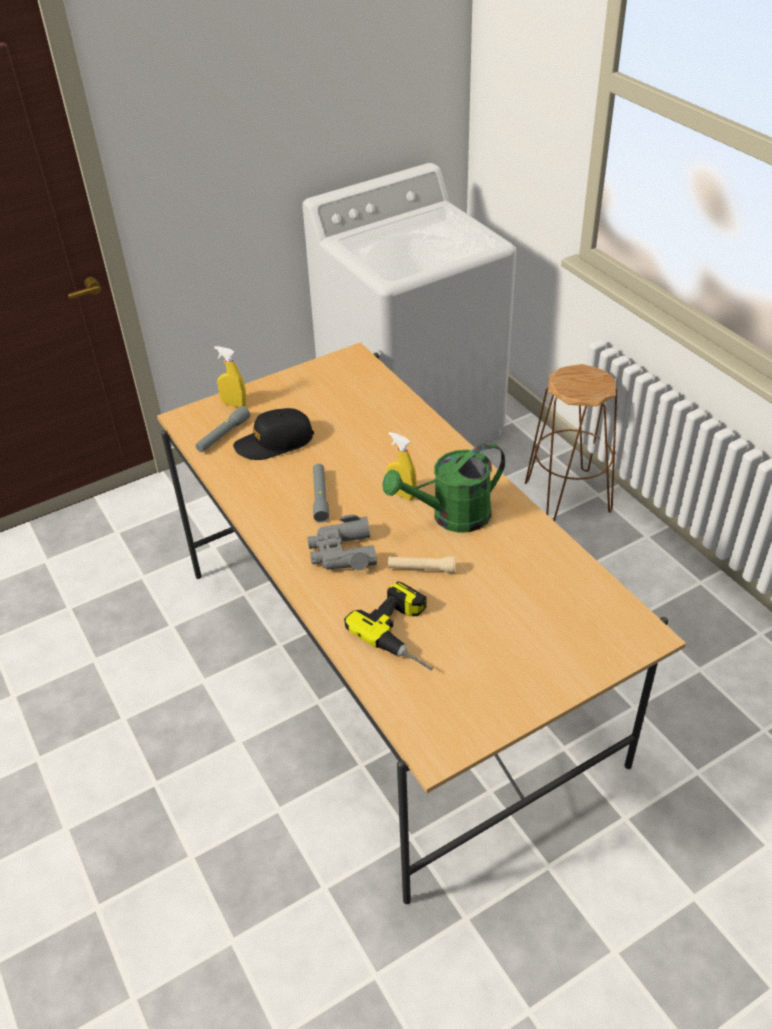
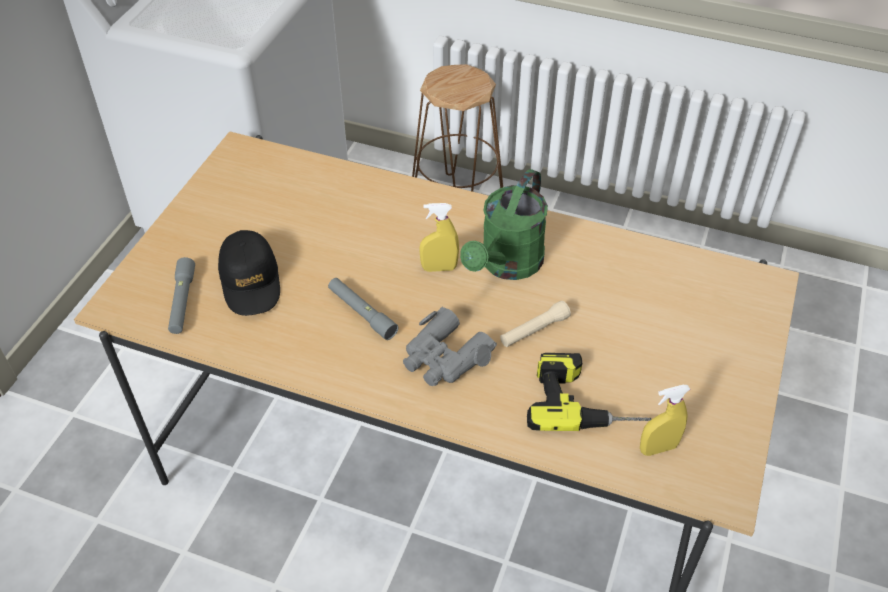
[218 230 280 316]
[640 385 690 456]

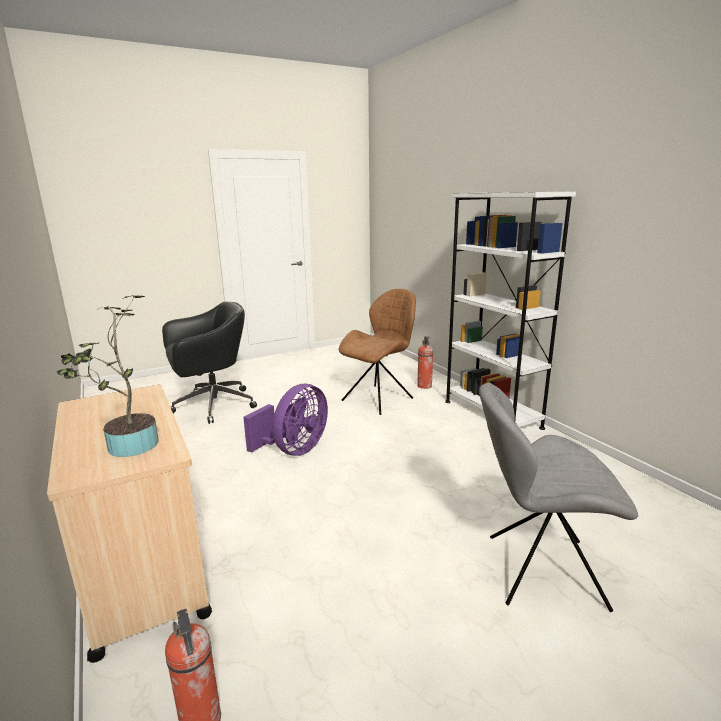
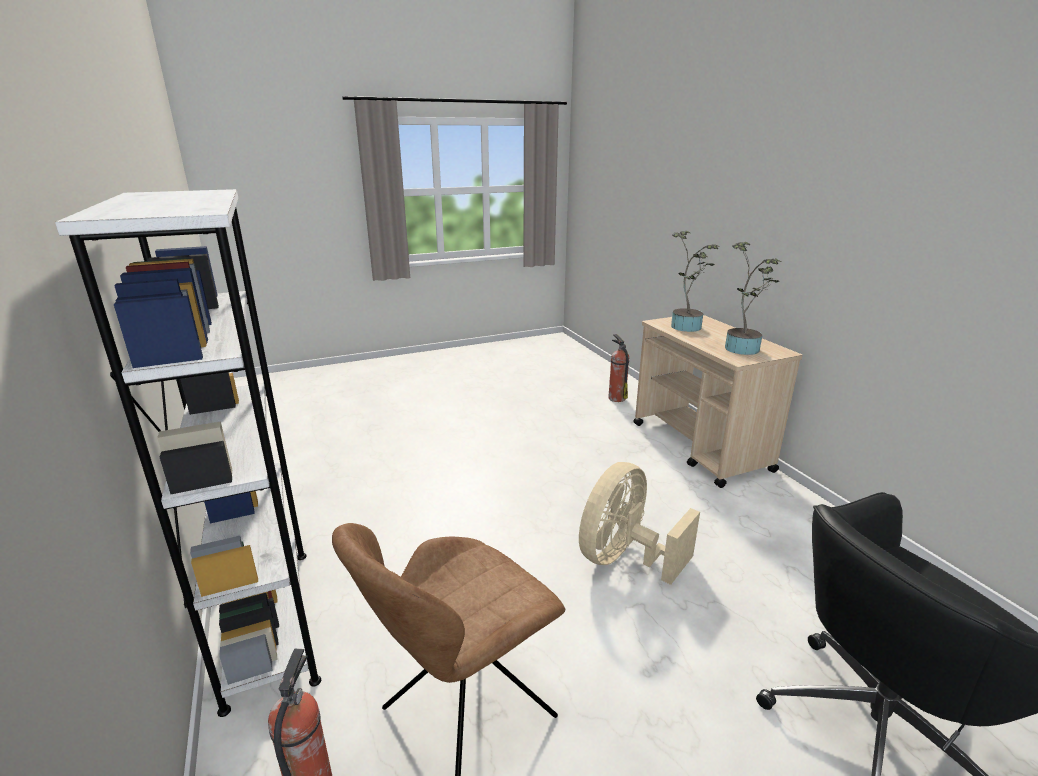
[579 462 700 585]
[725 242 781 355]
[479 383 638 612] (first image)

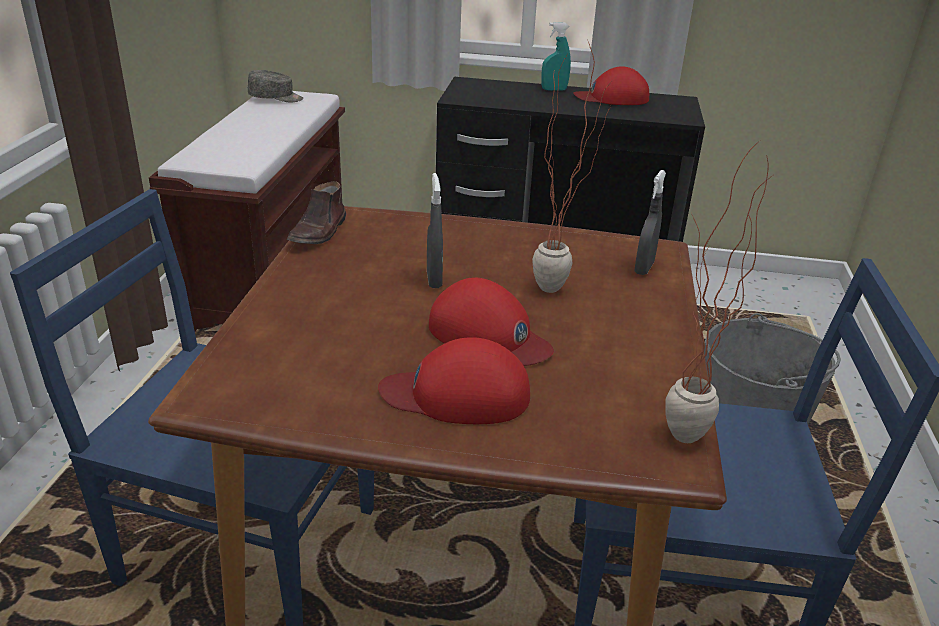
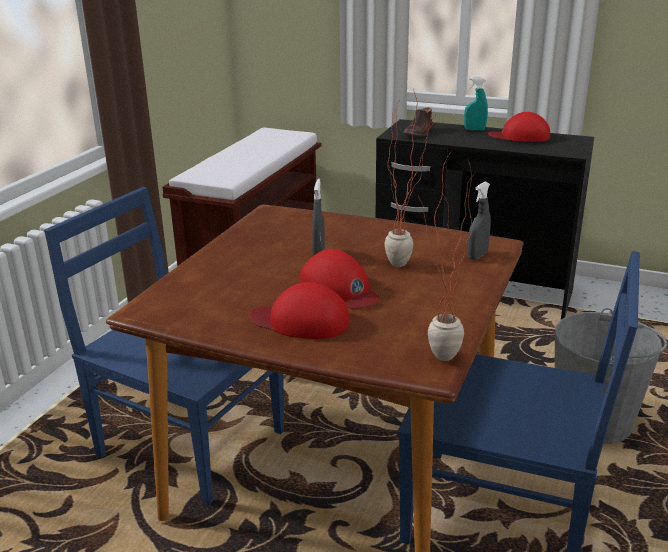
[403 107 433 136]
[248 70 303 102] (first image)

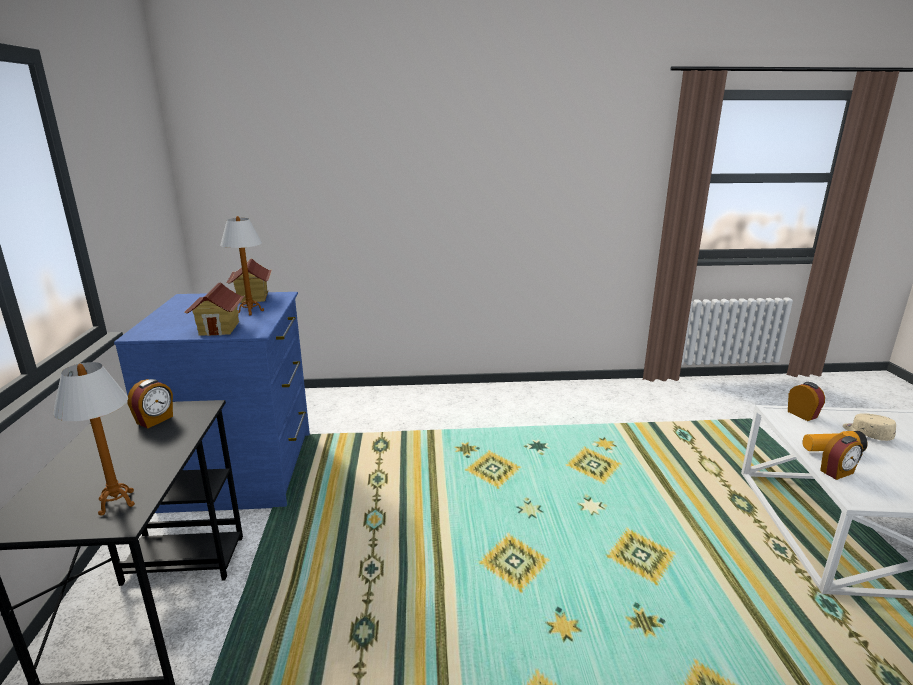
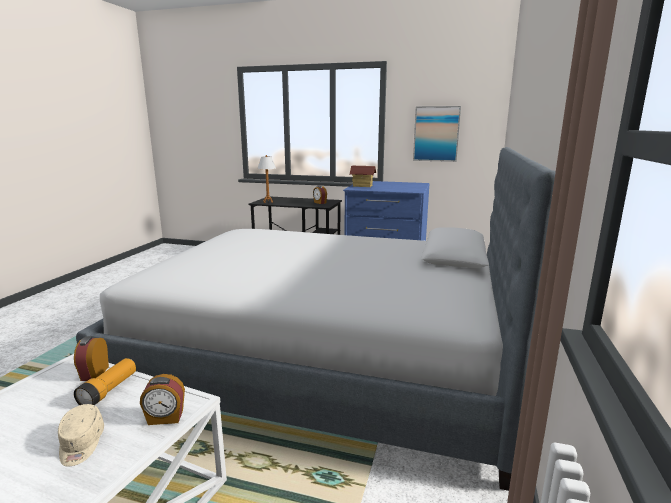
[58 404 104 467]
[76 147 556 491]
[413 106 461 162]
[220 216 264 316] (first image)
[227 259 272 303] (first image)

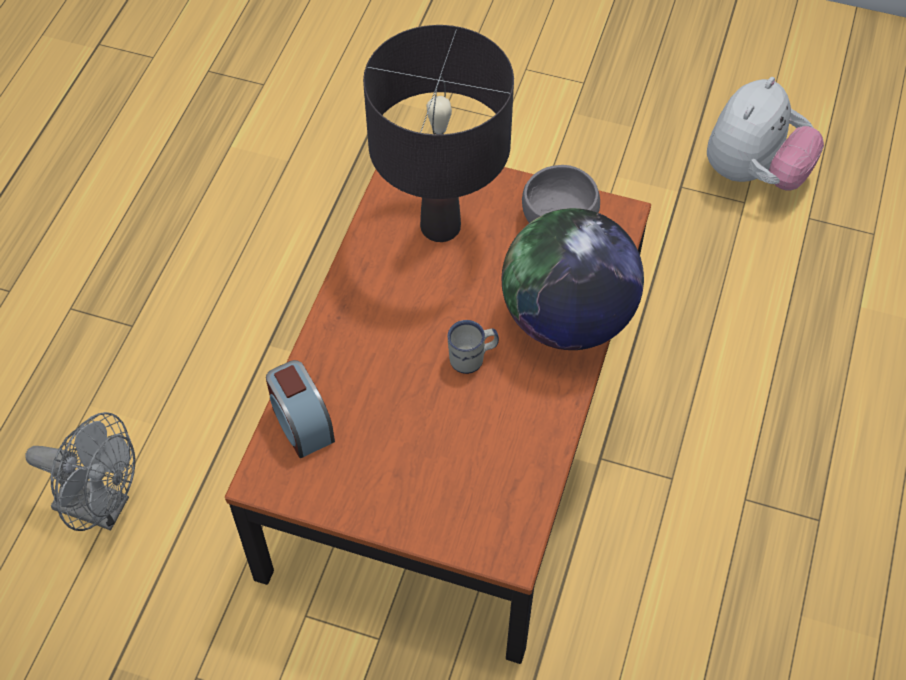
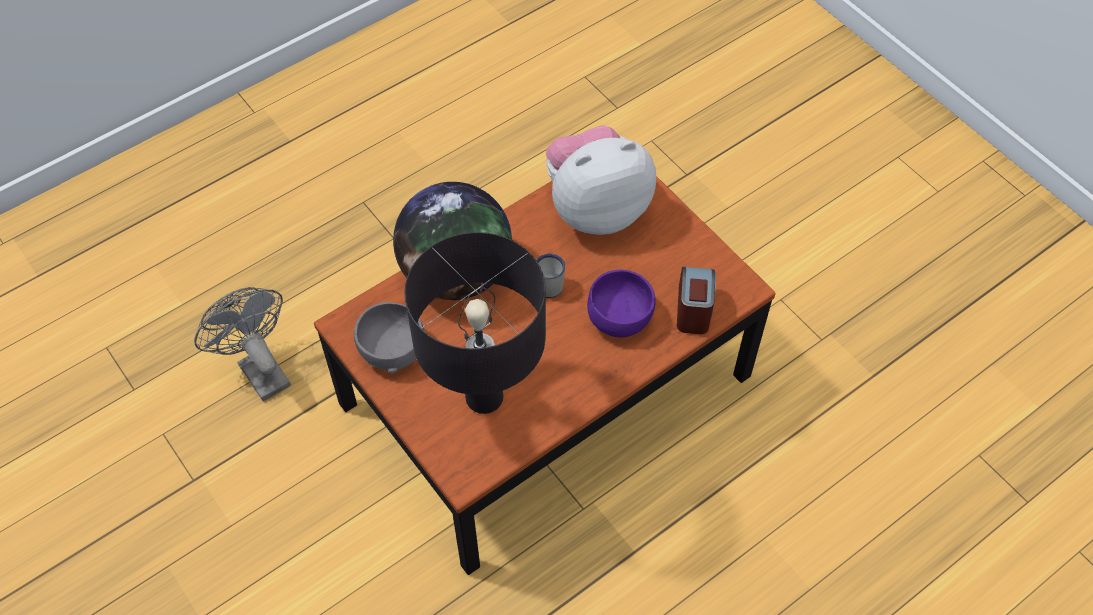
[194 287 291 401]
[546 125 656 235]
[587 270 656 337]

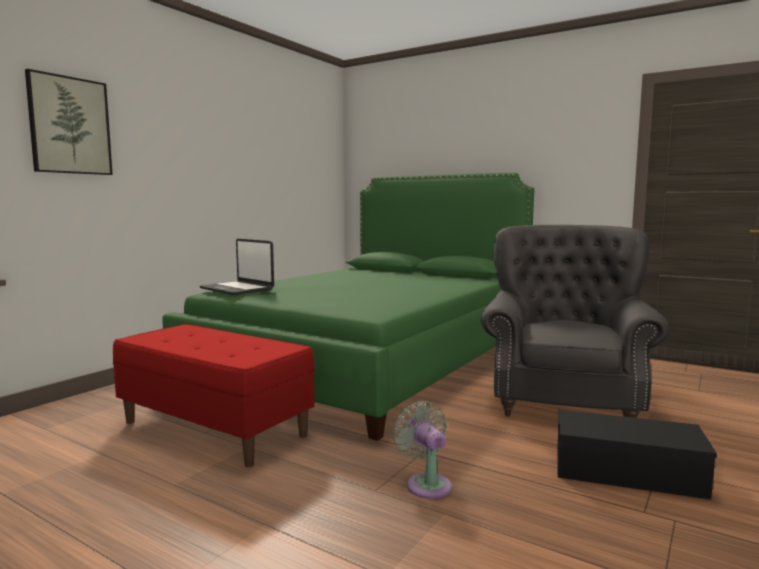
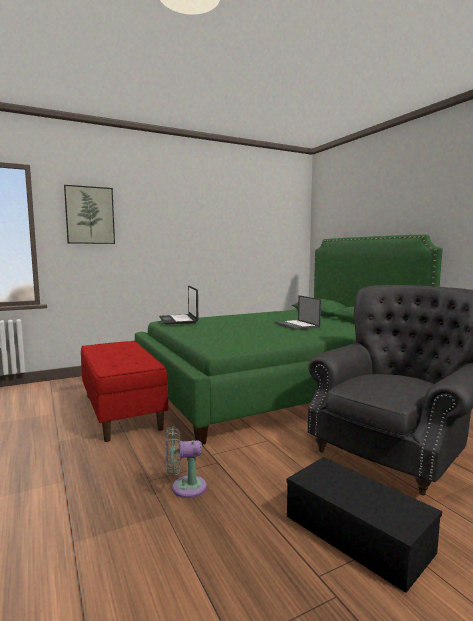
[166 426 207 498]
[274 295 321 330]

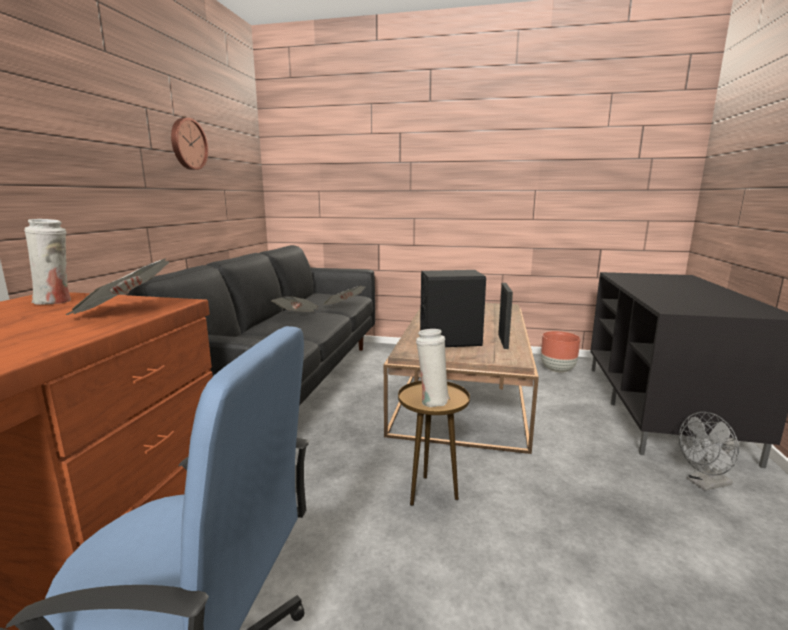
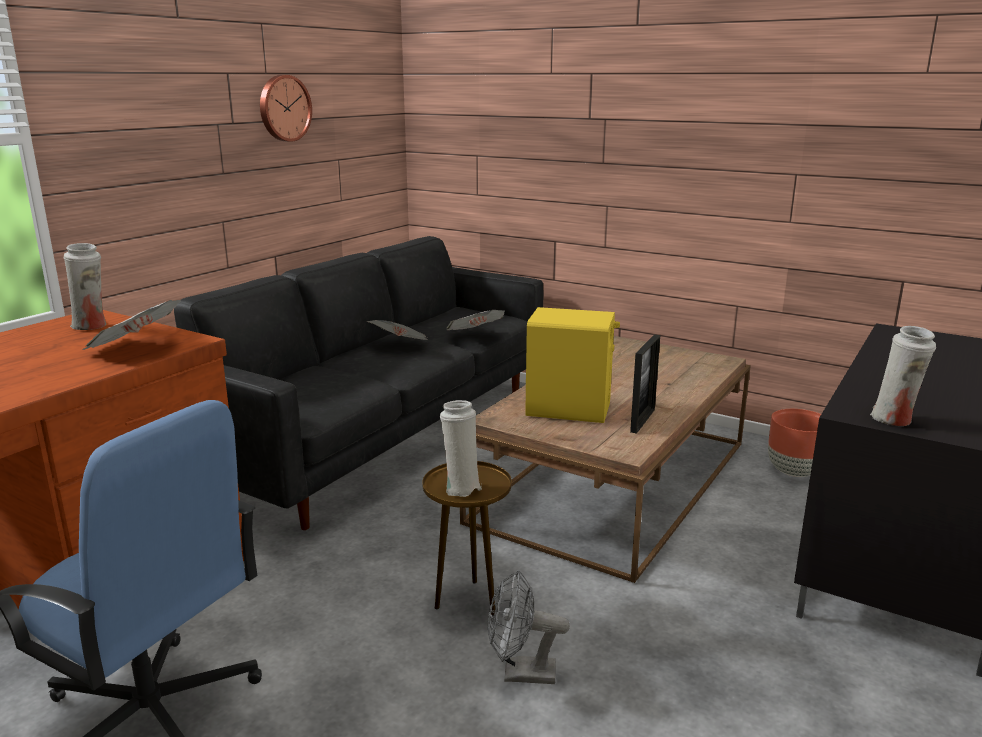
[488 570 570 684]
[525 307 620 423]
[870 326 936 426]

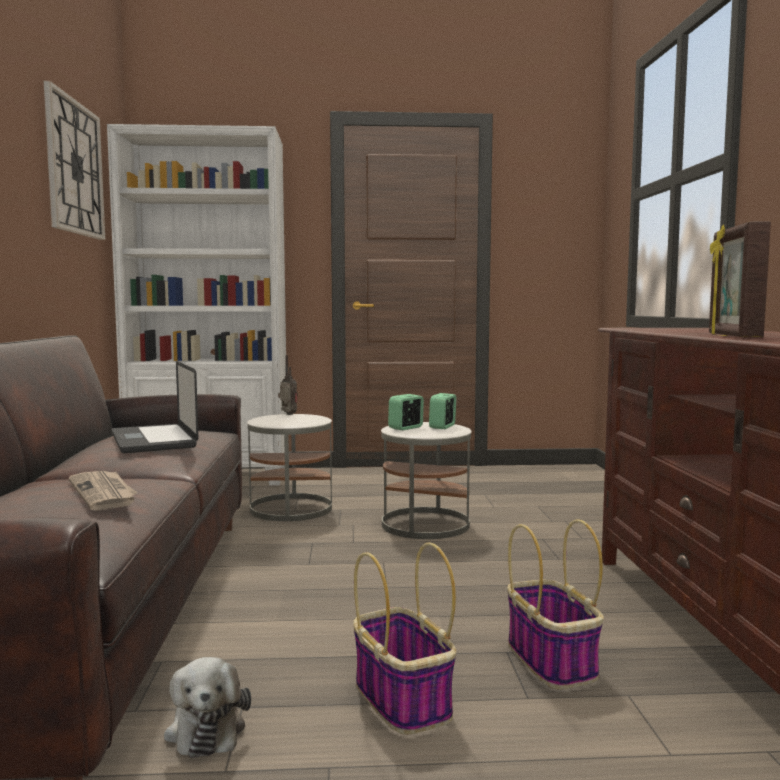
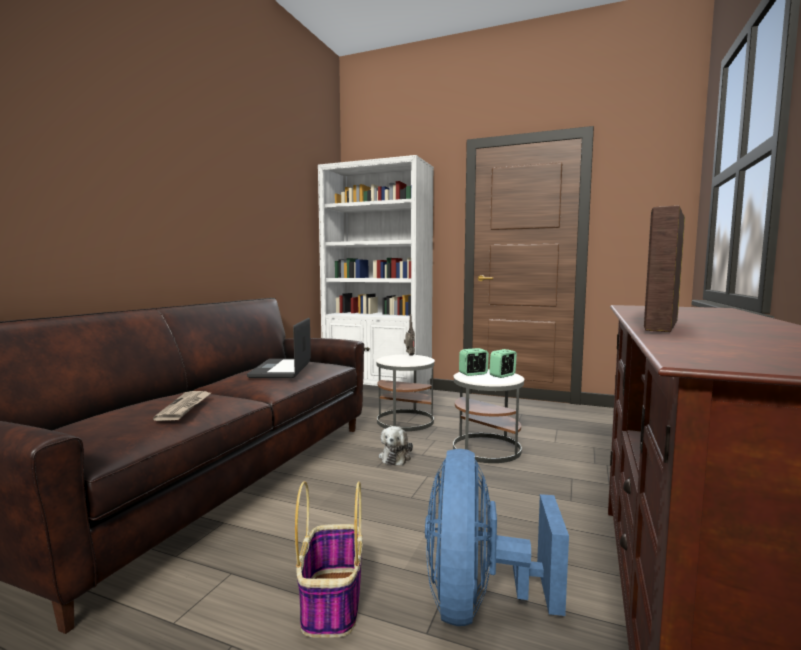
[379 426 413 465]
[425 449 569 626]
[44 81 105 240] (first image)

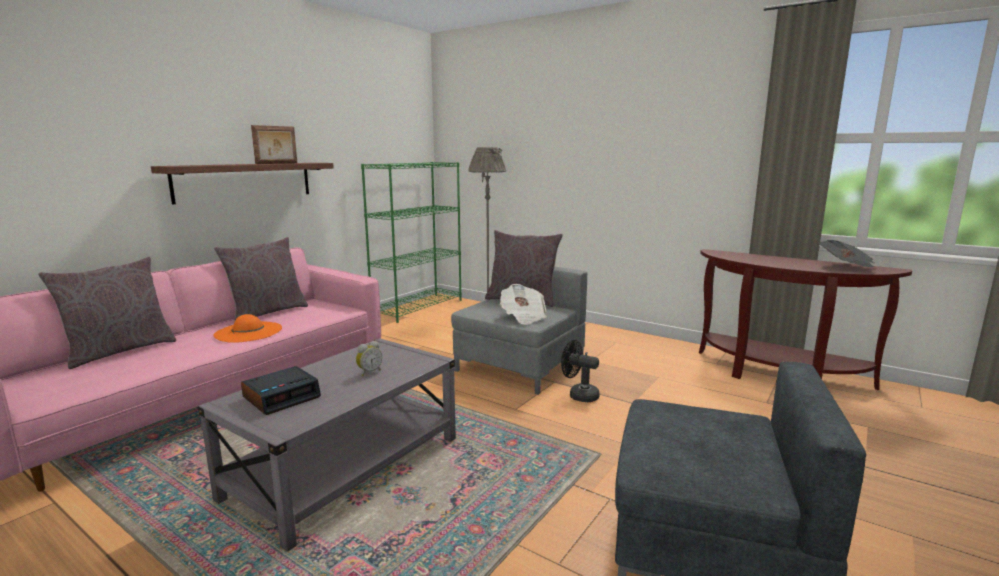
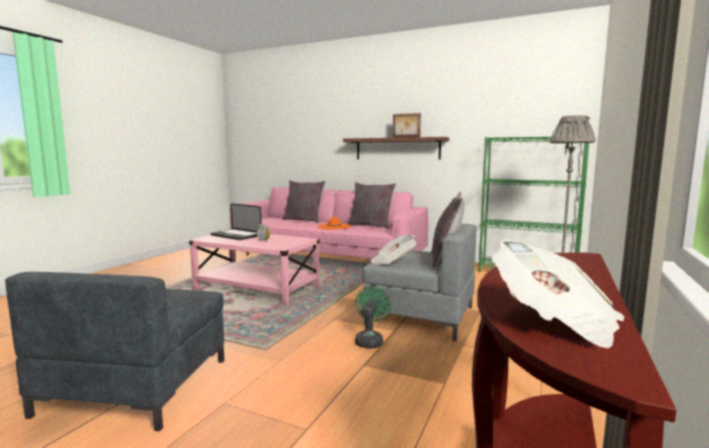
[189 234 320 306]
[211 203 261 240]
[355 286 391 349]

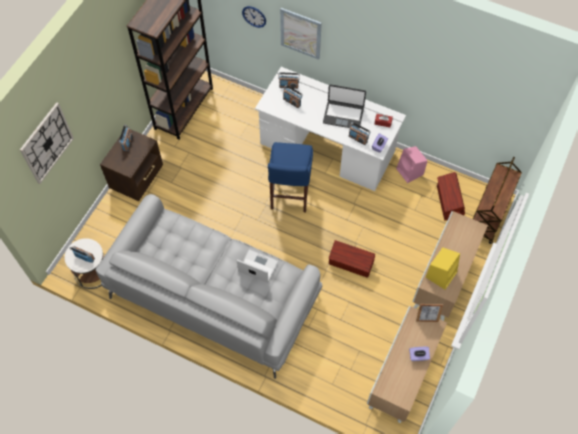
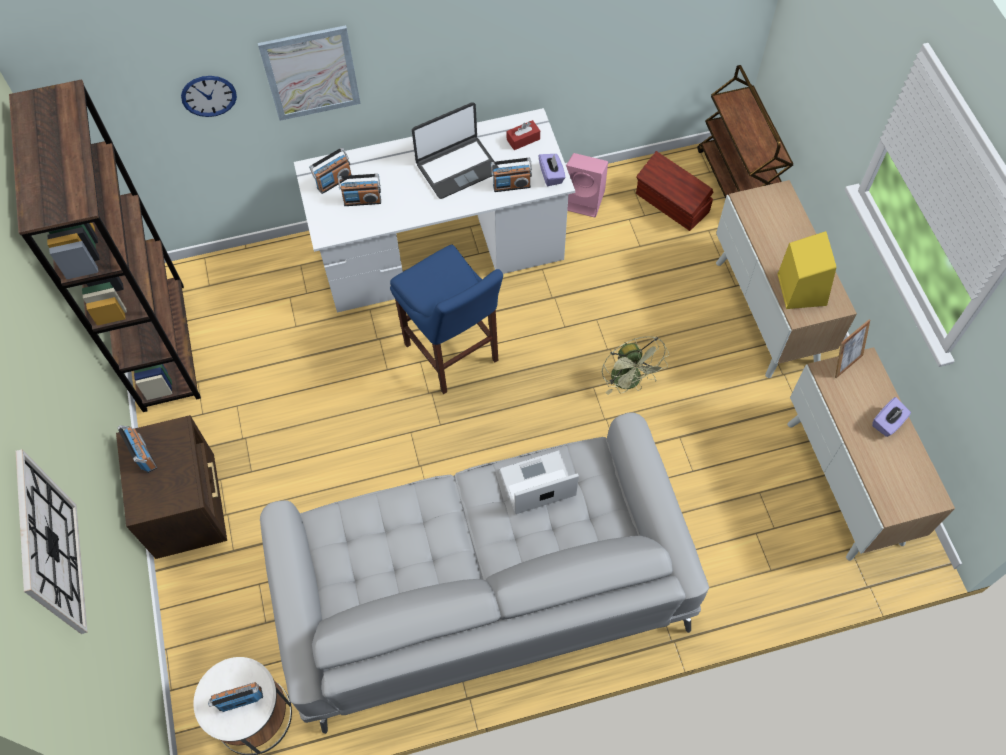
[602 336 669 395]

